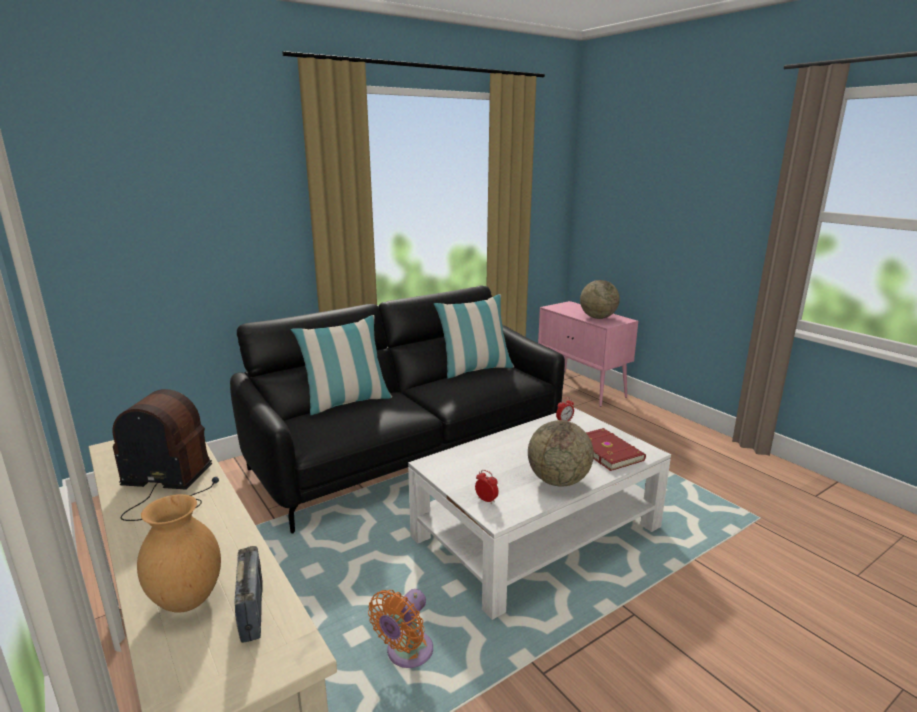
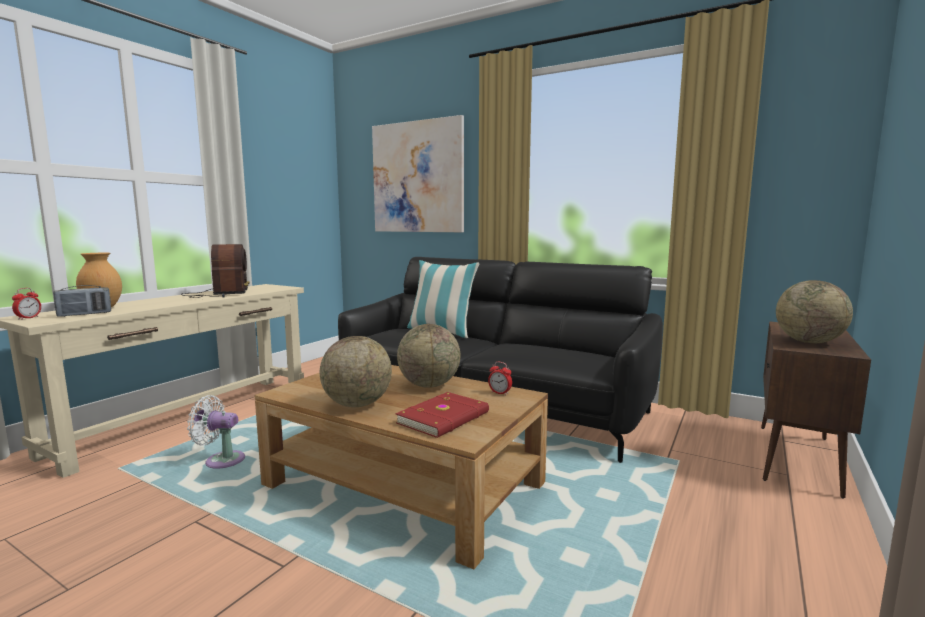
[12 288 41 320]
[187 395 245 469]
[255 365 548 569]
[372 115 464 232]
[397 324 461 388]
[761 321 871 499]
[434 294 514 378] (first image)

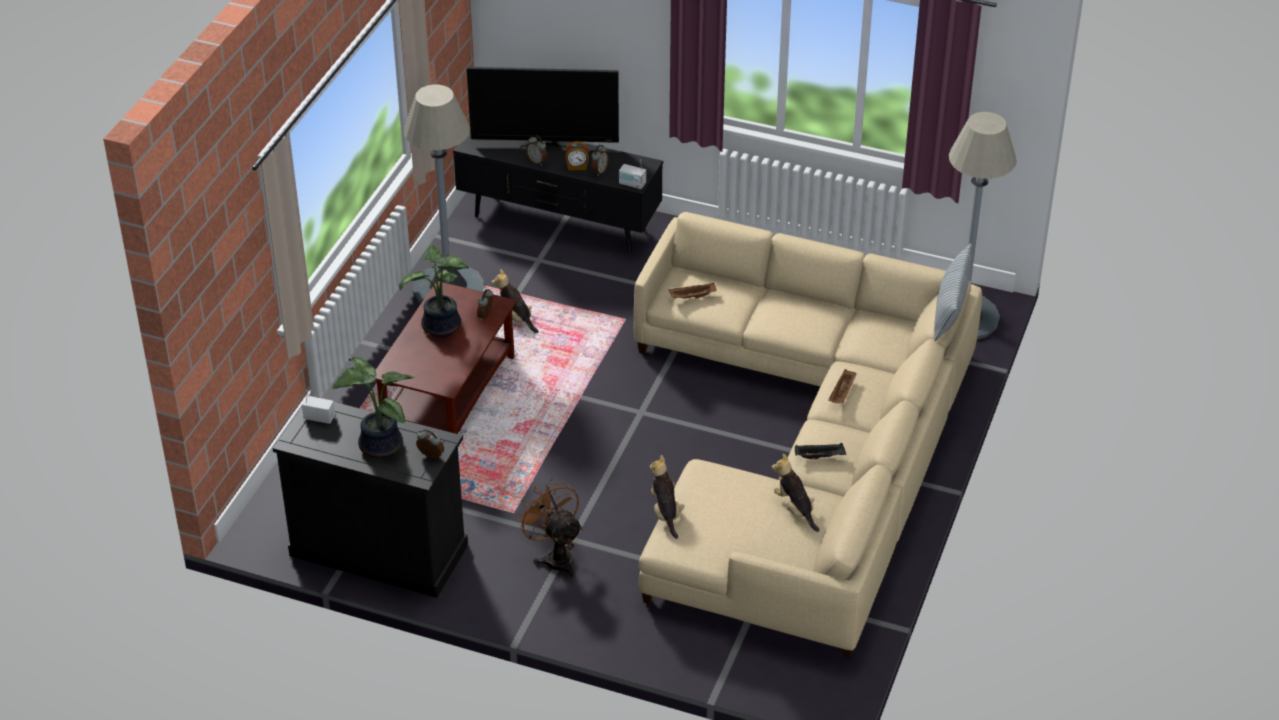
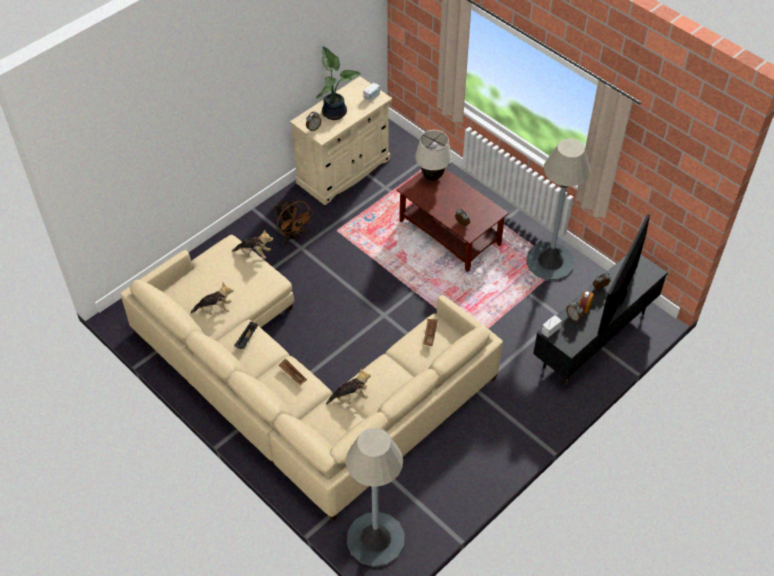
[274 199 314 245]
[290 76 392 205]
[326 369 371 404]
[415 130 452 181]
[399 244 470 337] (first image)
[934 243 972 341] (first image)

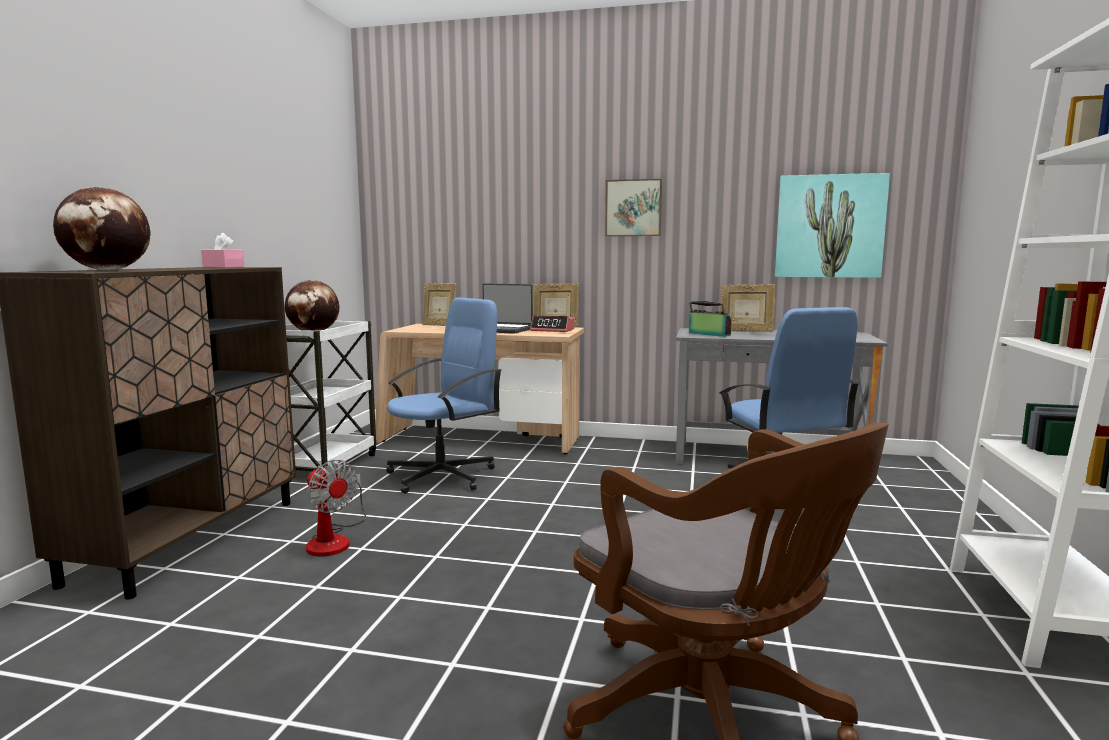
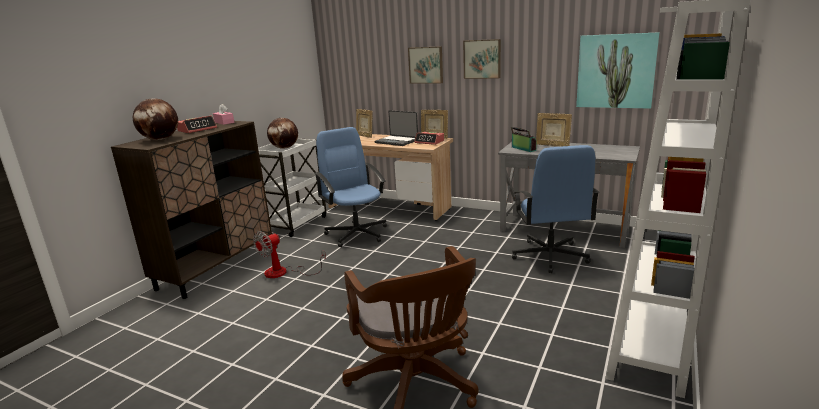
[177 116 217 133]
[253 231 326 278]
[315 127 387 247]
[408 46 443 84]

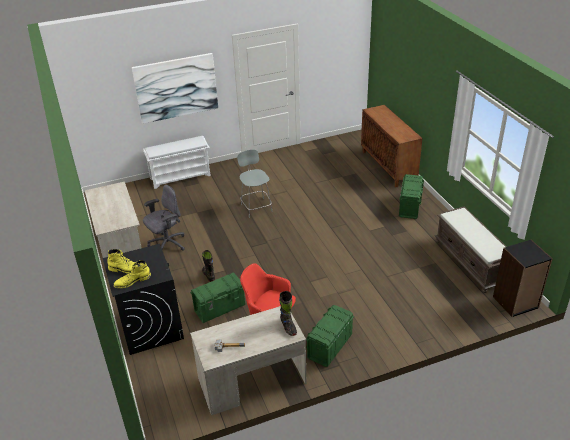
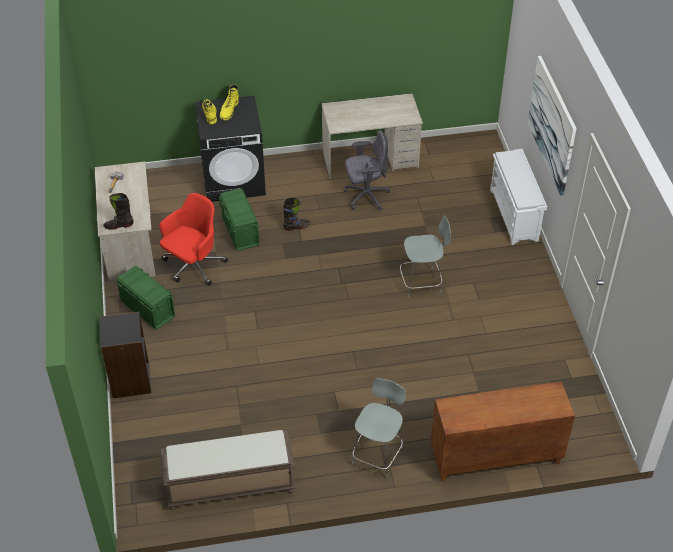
[99 312 151 398]
[344 130 390 211]
[351 378 406 478]

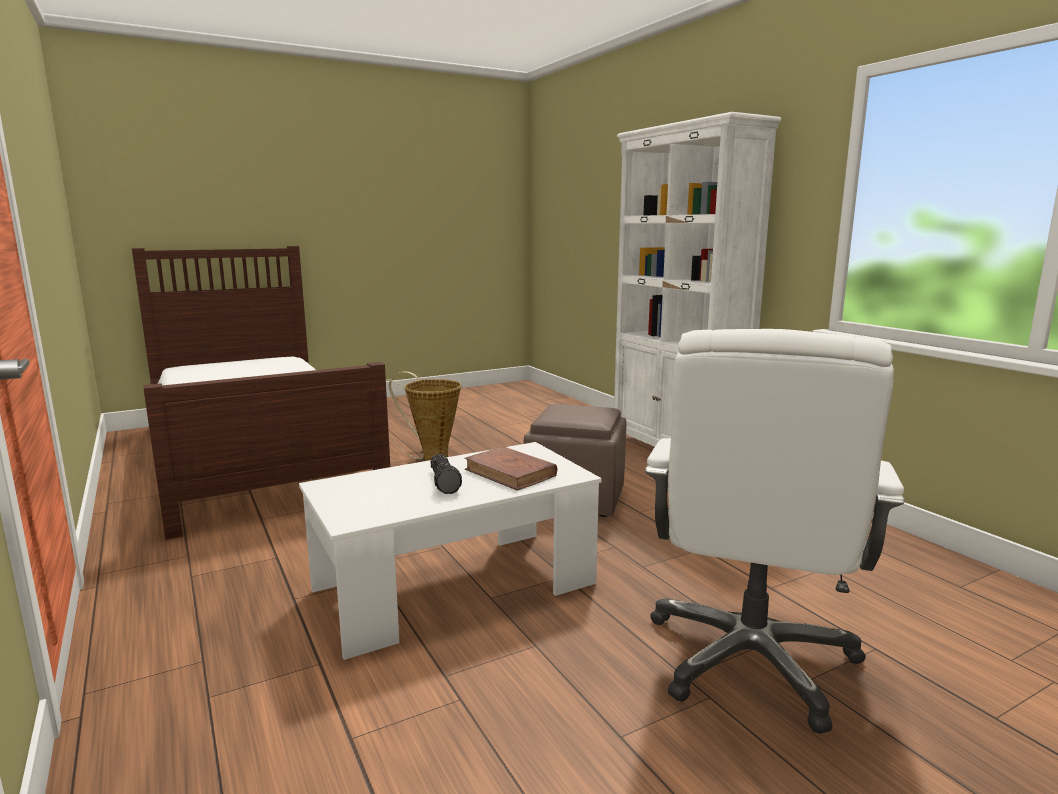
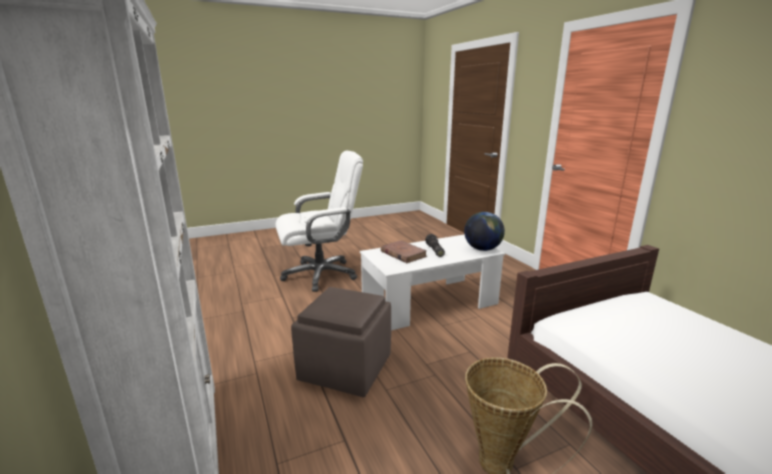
[275 150 363 292]
[464 212 505 251]

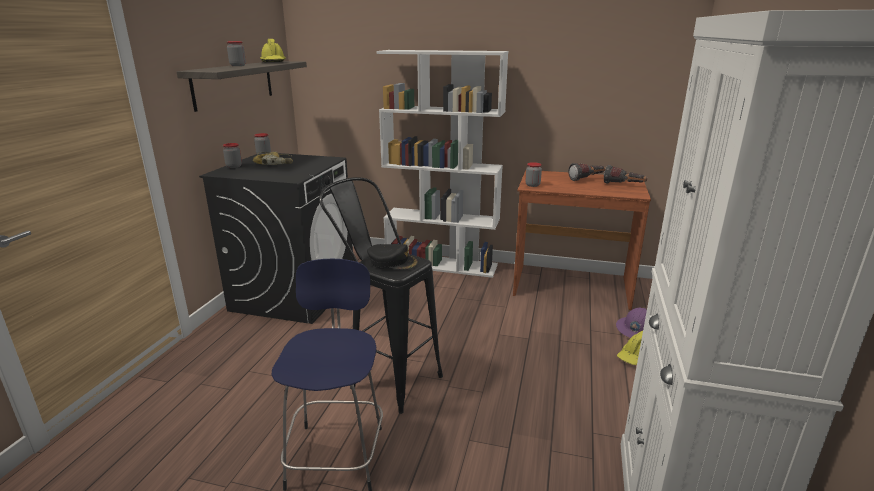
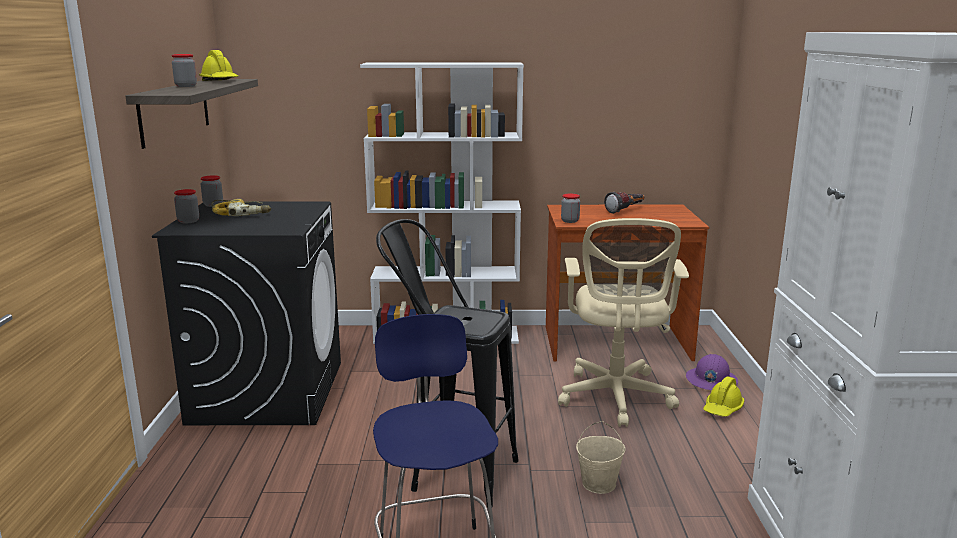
[558 218 689 427]
[576 421 625 494]
[367 244 419 270] (first image)
[604 165 647 184] (first image)

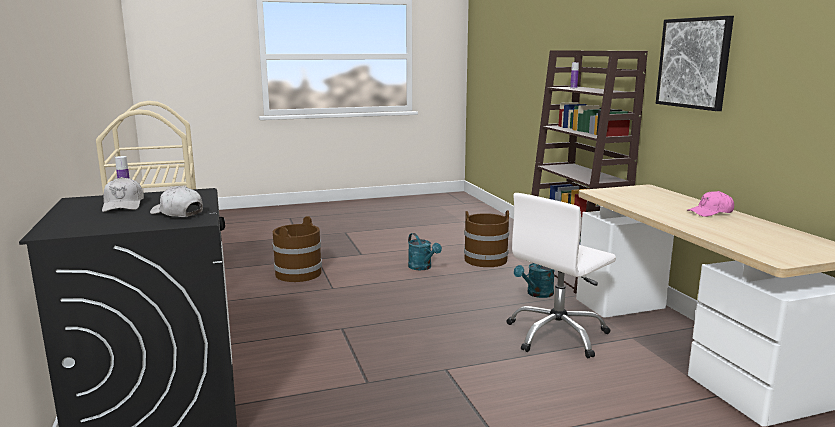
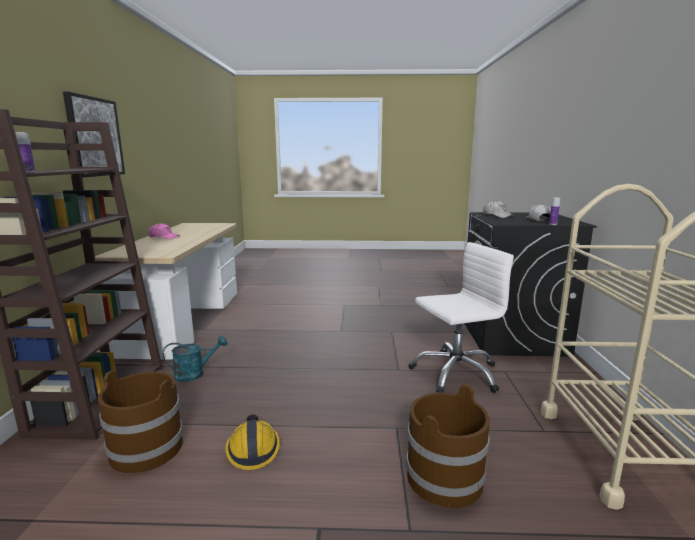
[225 415 280 470]
[409 242 514 393]

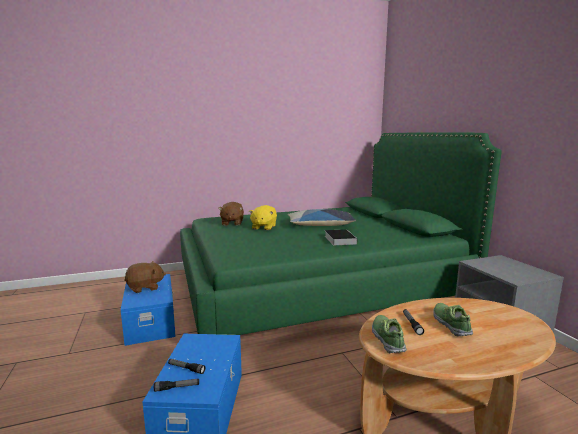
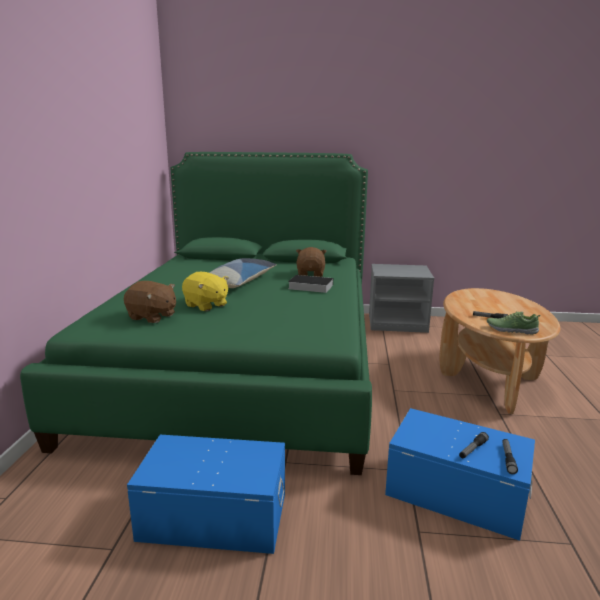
[296 247 327 277]
[433 303 473 337] (first image)

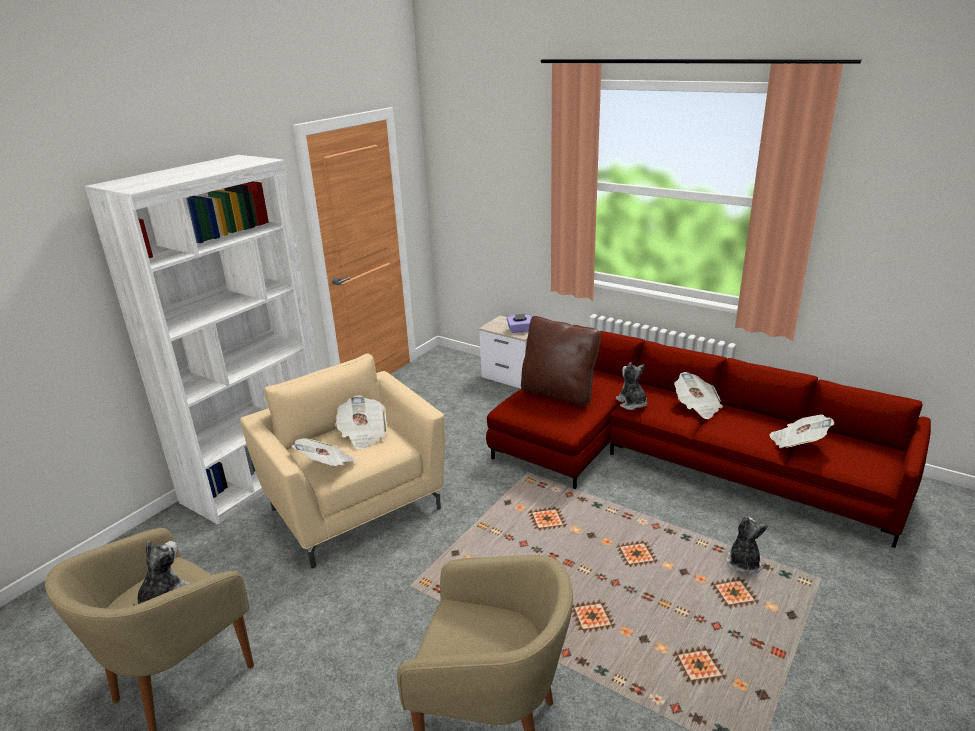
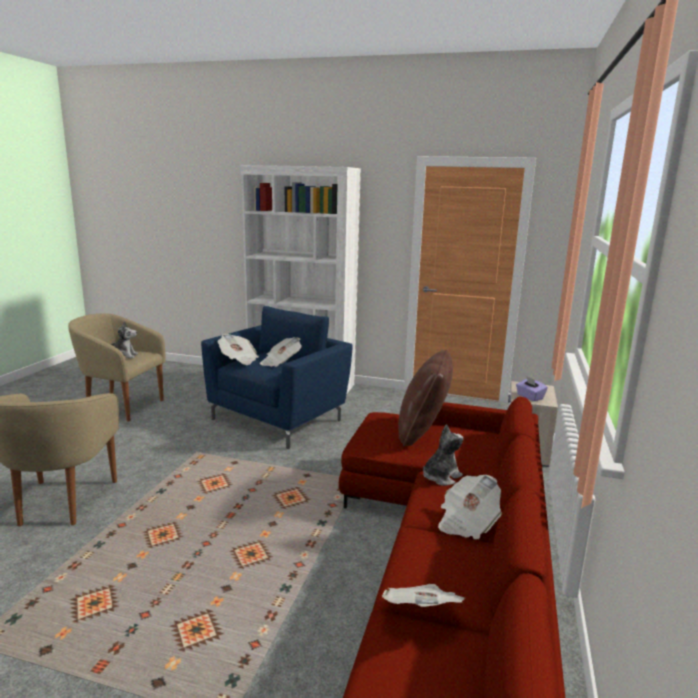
[201 306 353 449]
[726 516 768 574] (first image)

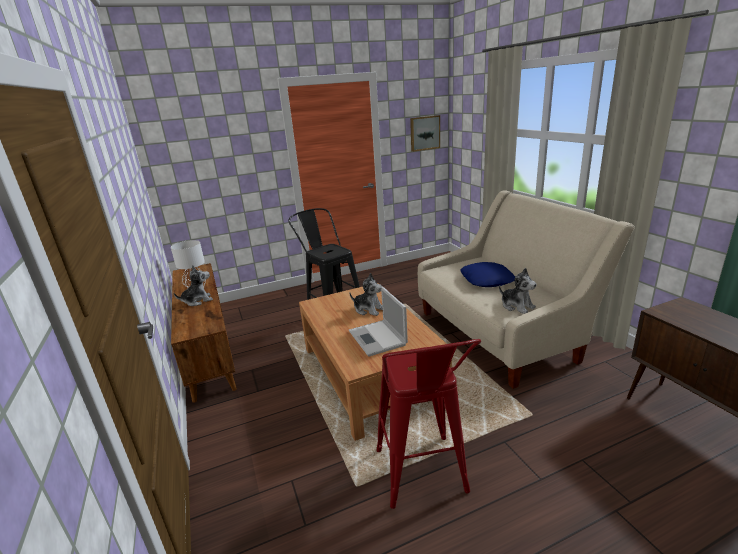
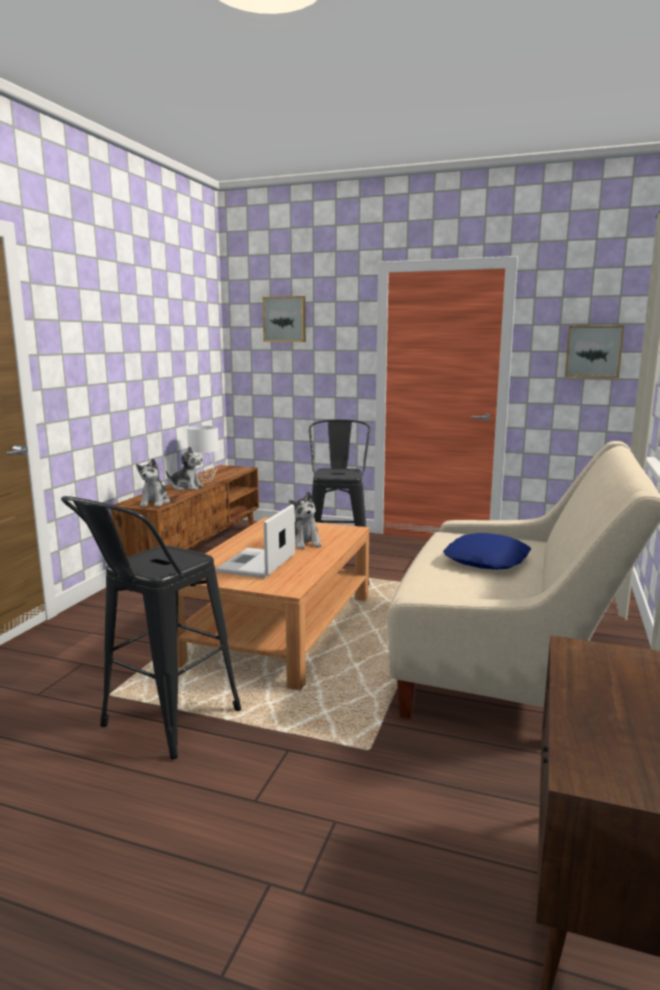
[61 496 241 760]
[136 458 170 507]
[263 296 306 342]

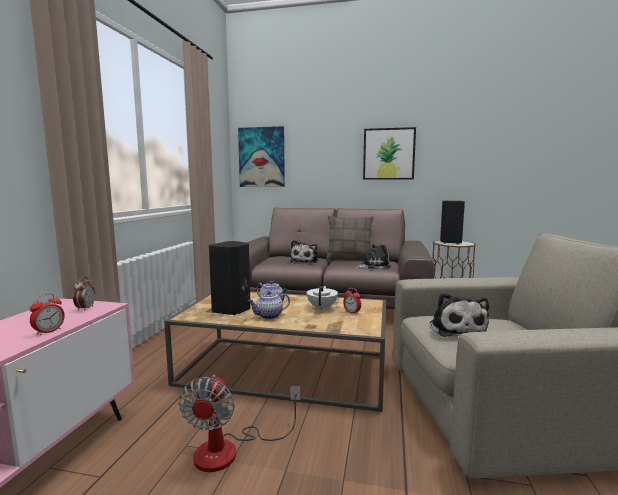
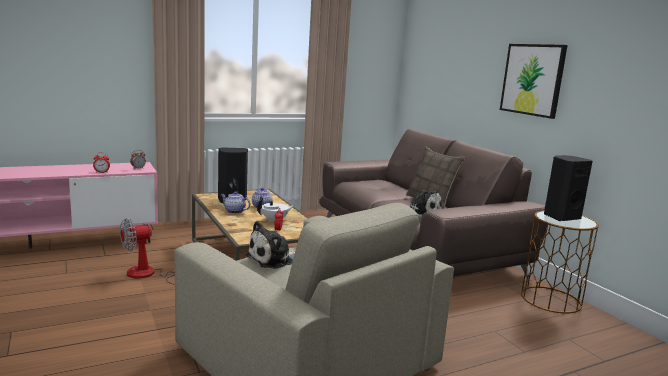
[238 126 285 187] (first image)
[290 240 319 263] (first image)

